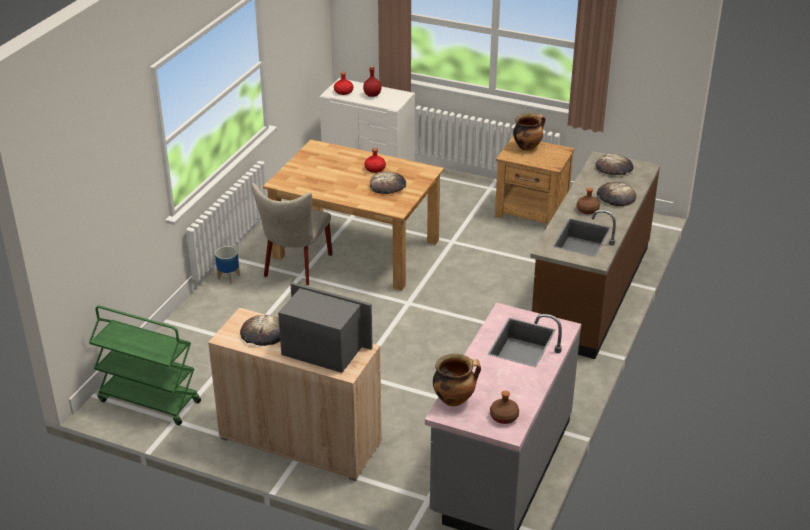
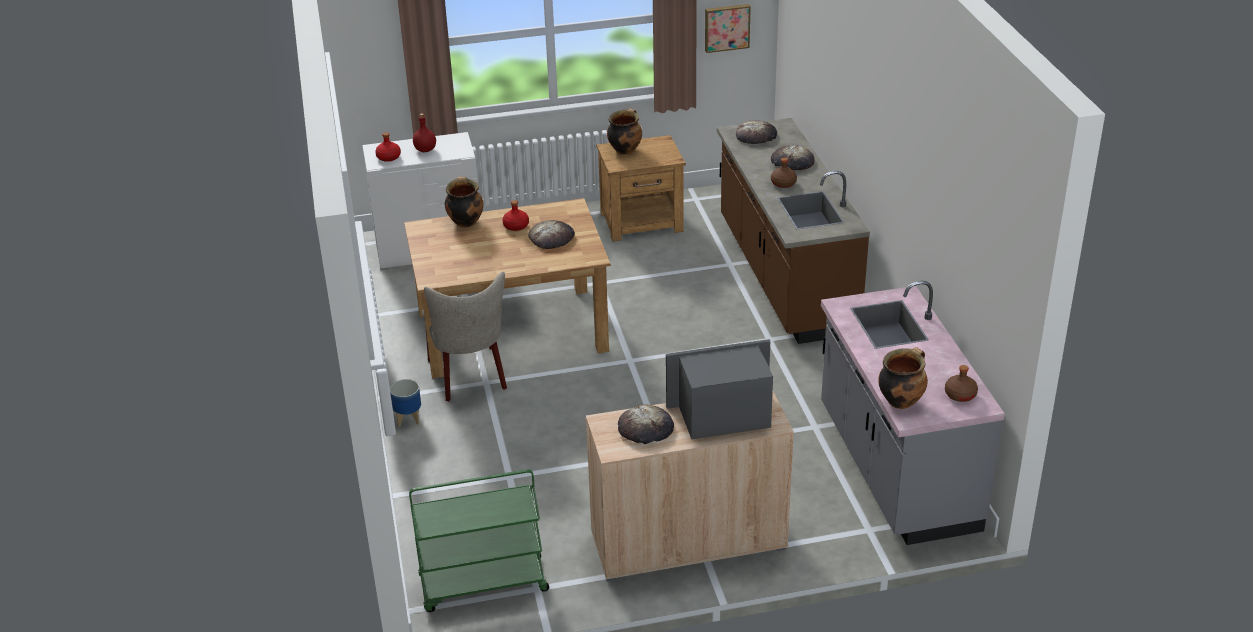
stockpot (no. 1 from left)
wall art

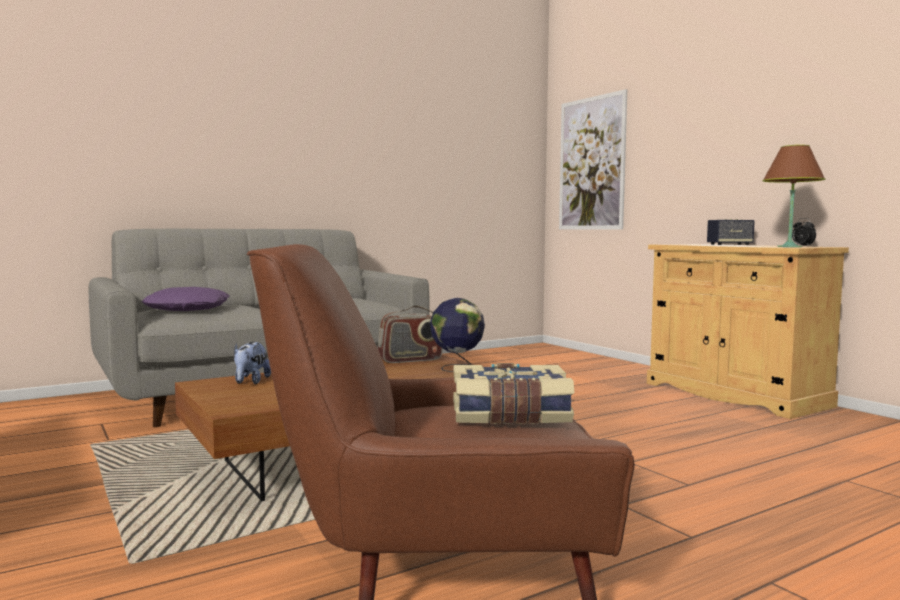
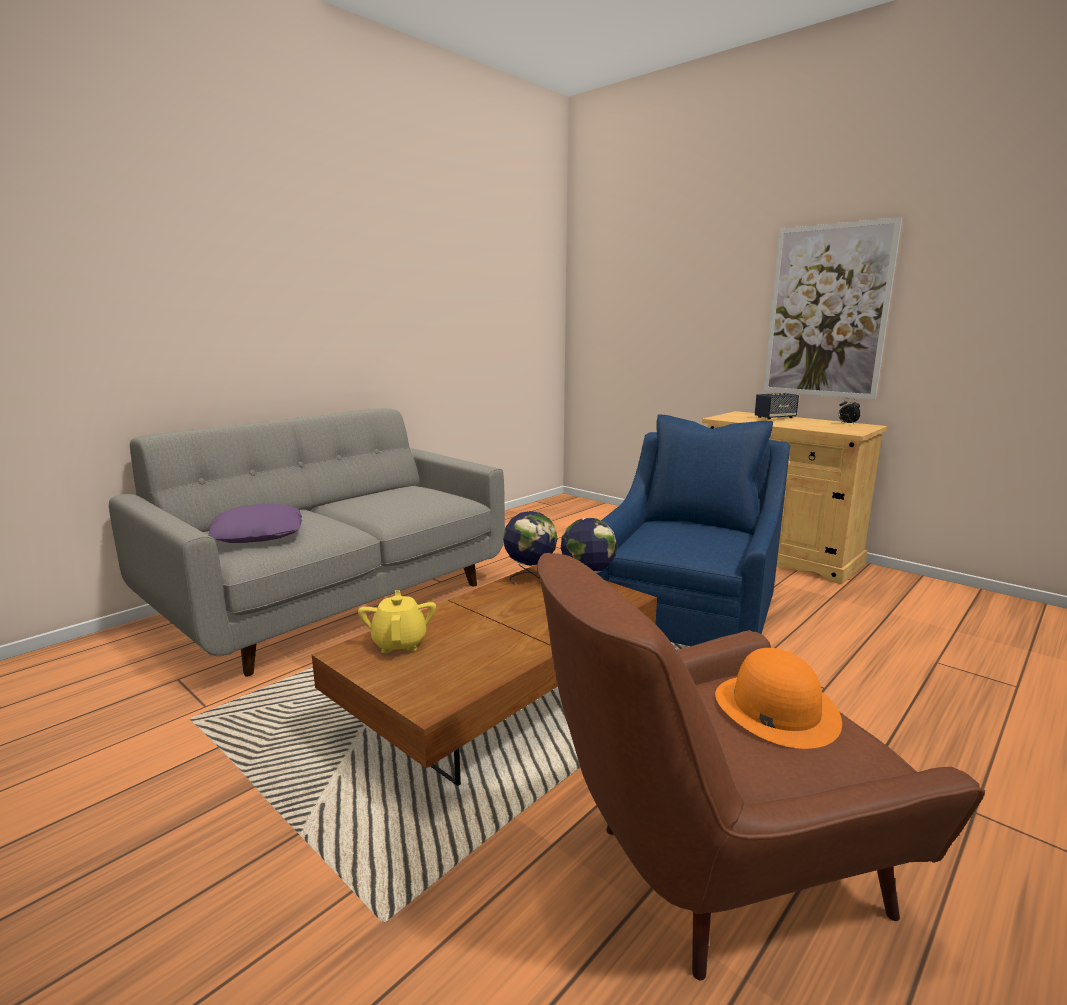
yellowish teapot
globe (no. 1 from left)
blue-coloured armchair
orange-coloured wearable hat
wall art
brown-coloured tabletop lamp

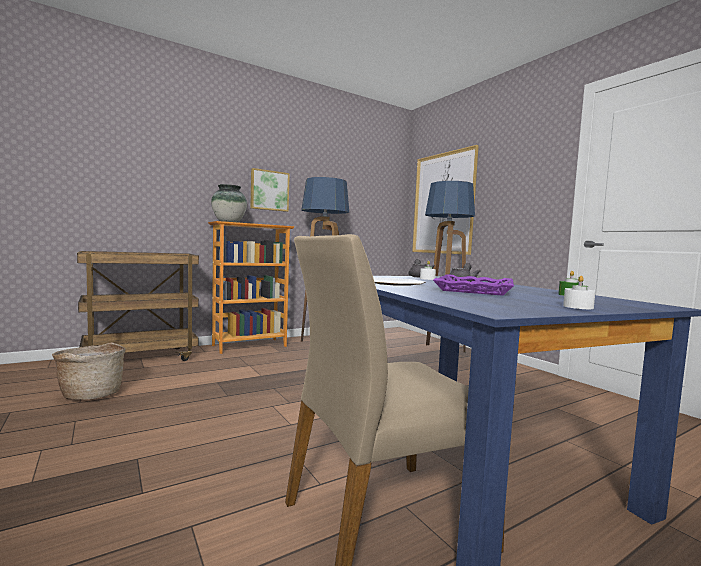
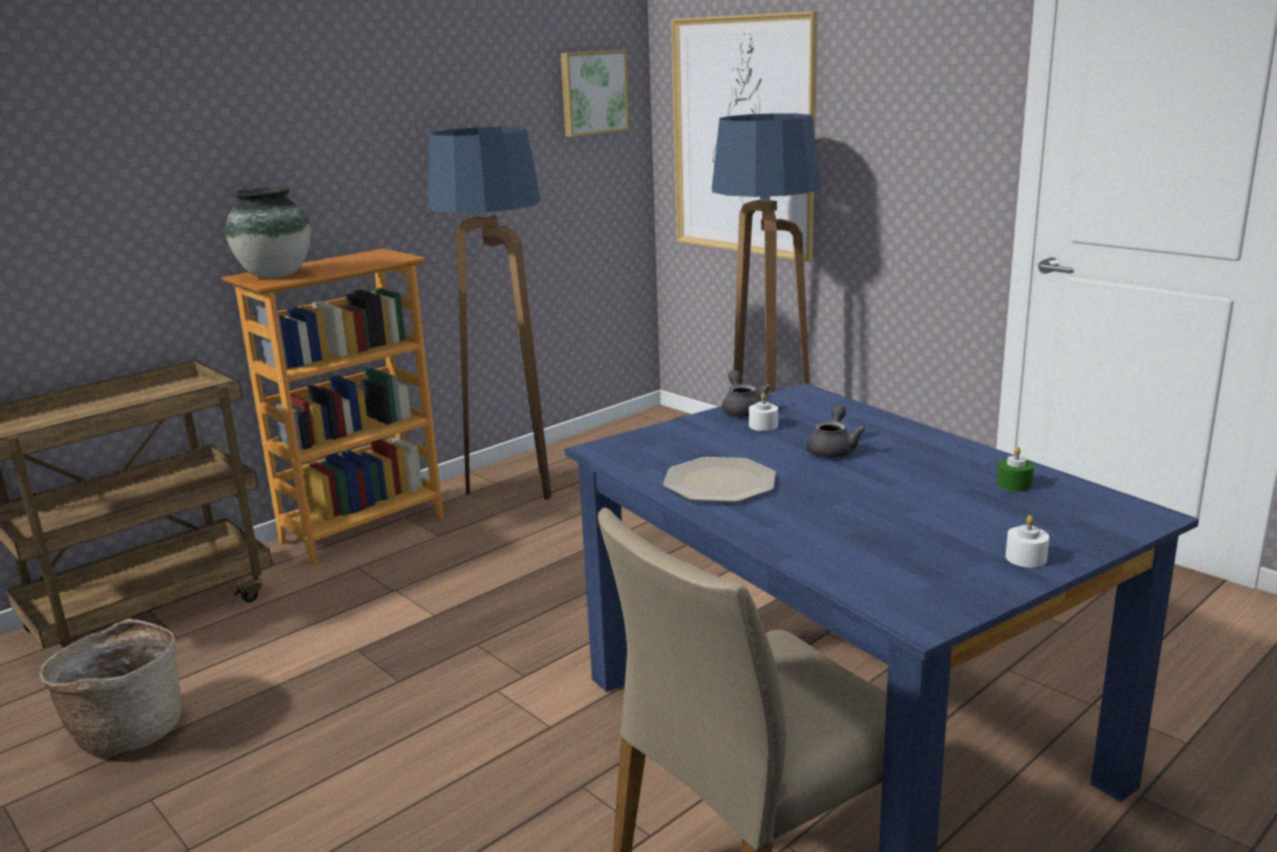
wall art (no. 1 from left)
purple-coloured carrying tray

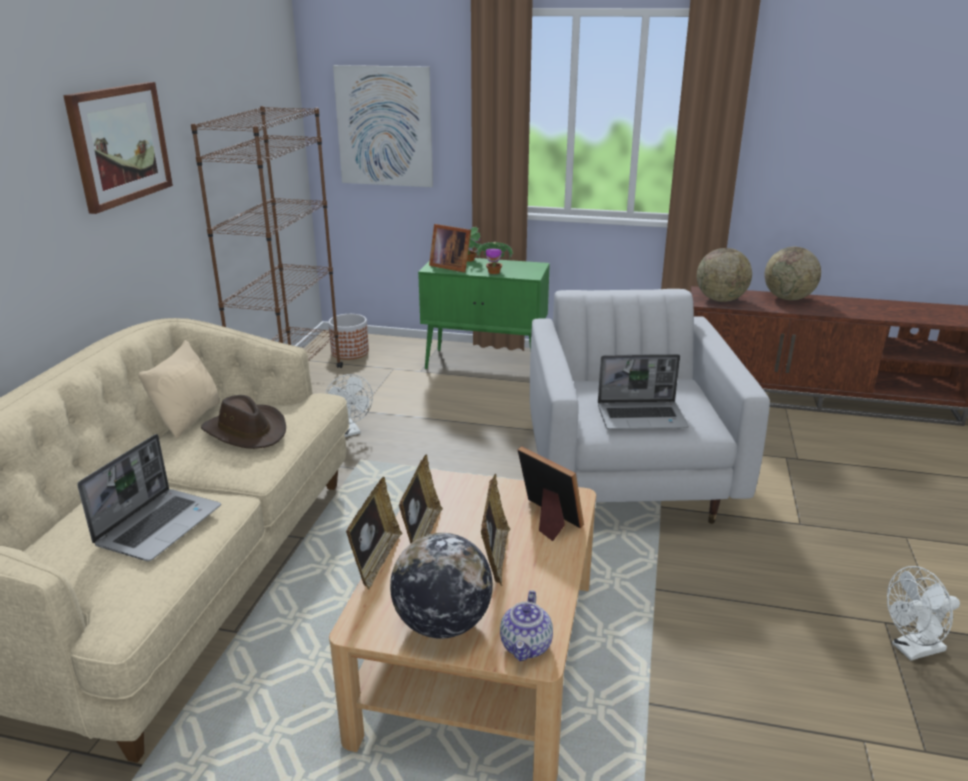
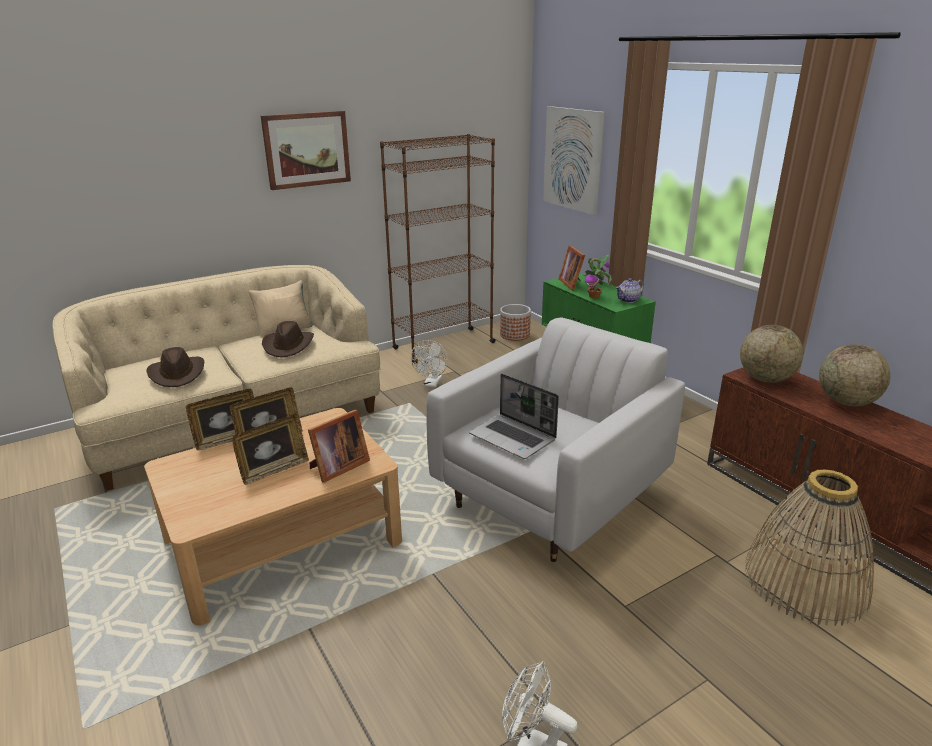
brown-coloured wearable hat (no. 1 from left)
photo frame (no. 4 from left)
teapot
basket
globe (no. 1 from left in the first image)

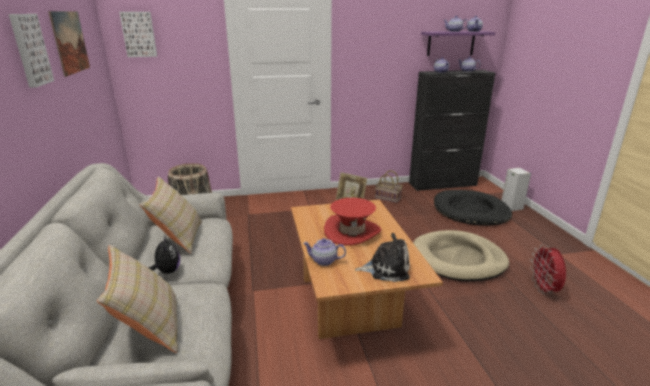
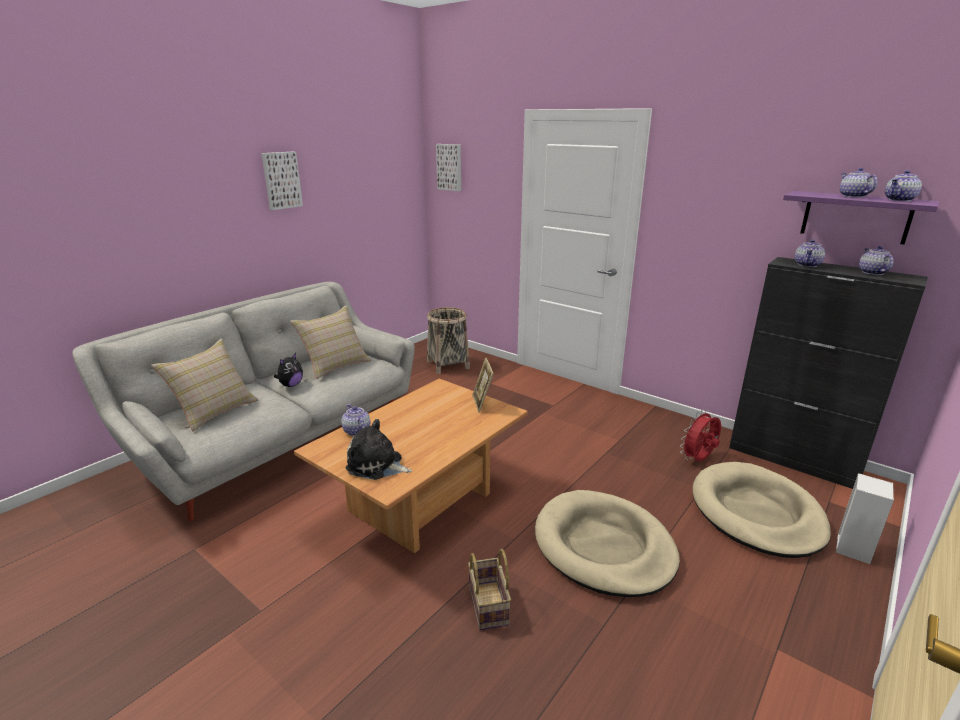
soft toy (no. 2 from left)
basket (no. 2 from left)
reddish electric fan
beige-coloured pet bed (no. 2 from left)
wall art (no. 2 from left in the first image)
reddish wearable hat

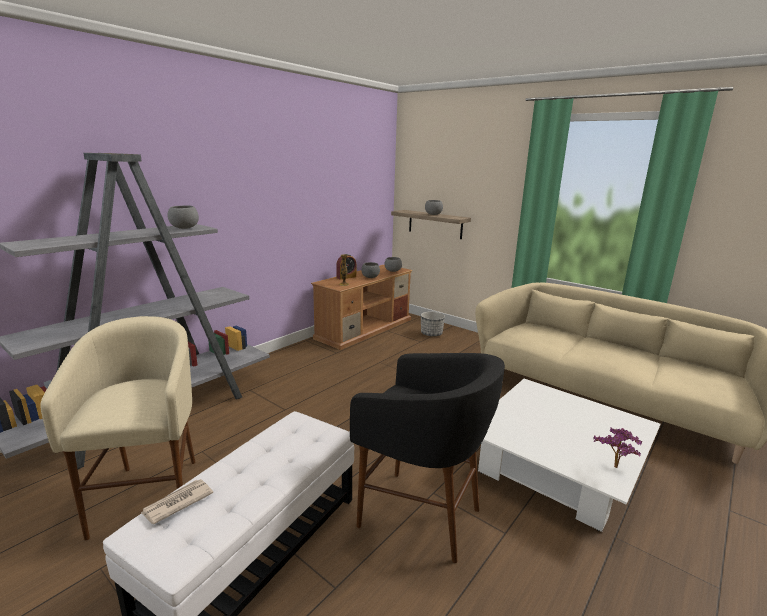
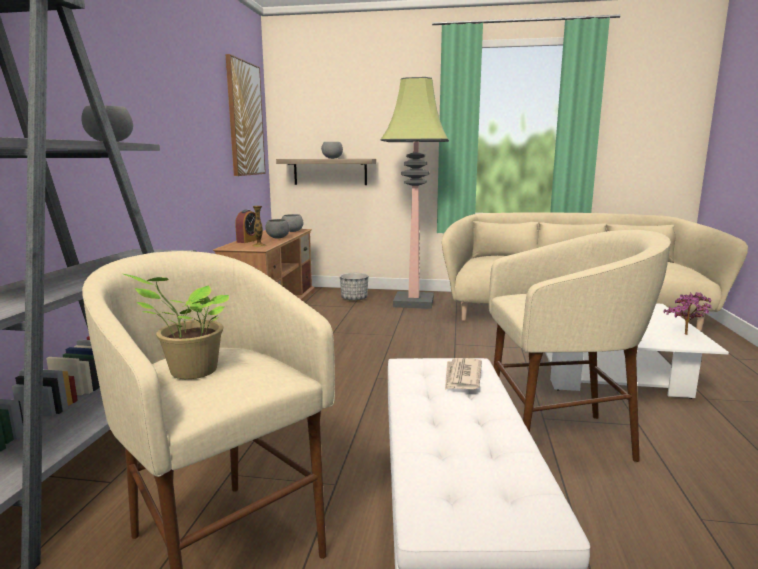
houseplant (no. 1 from left)
wall art
floor lamp
daily paper
beige-coloured stool seat (no. 2 from left)

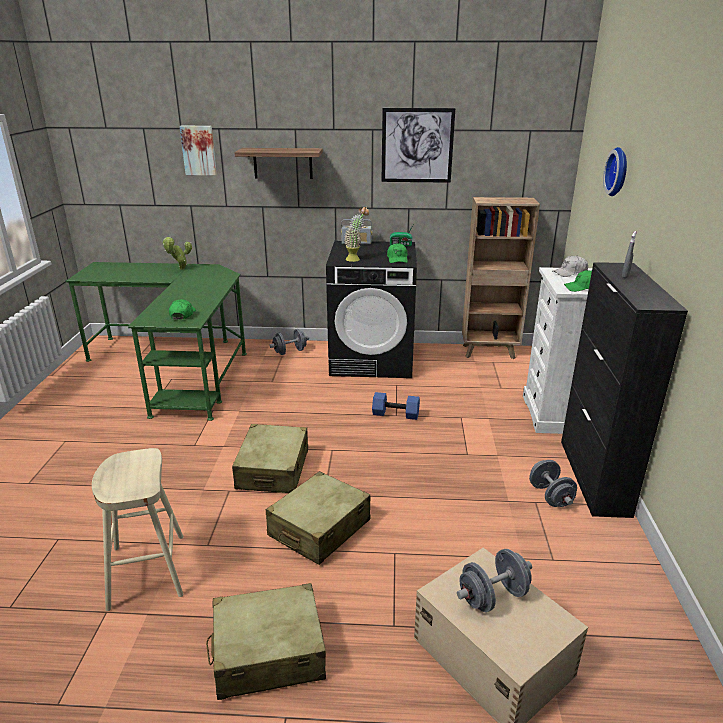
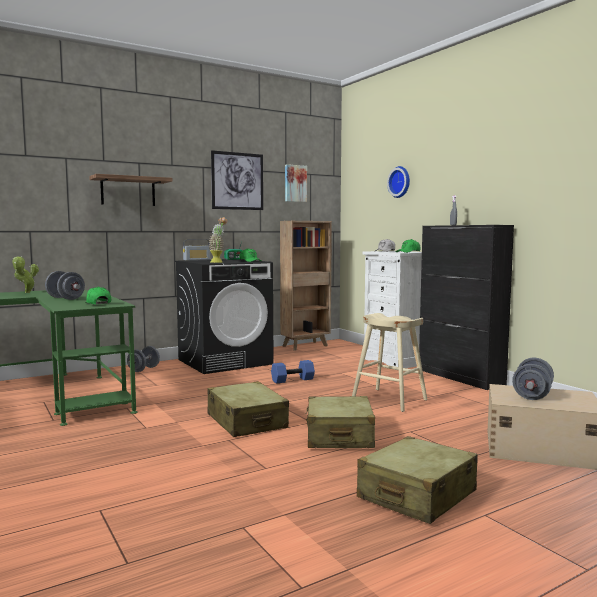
grey hand weight (no. 1 from left)
wall art (no. 2 from left)
beige-coloured stool seat

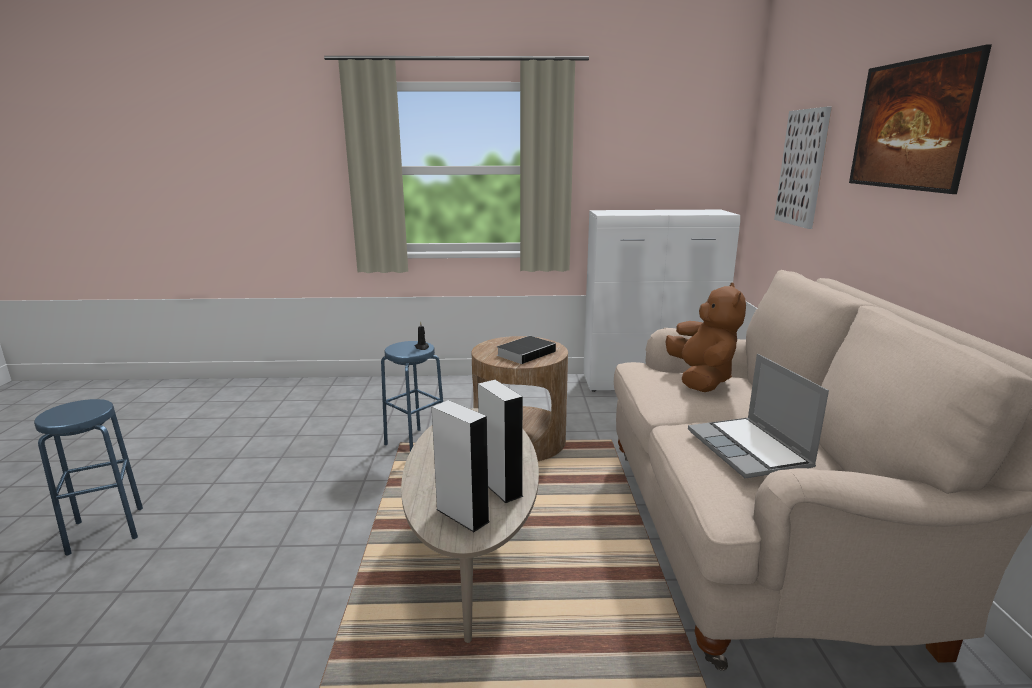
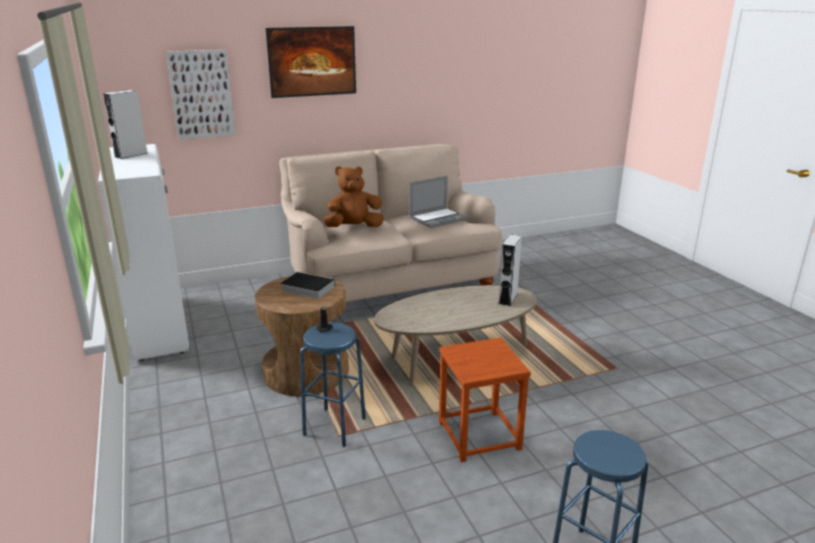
grey audio speaker (no. 1 from left)
brown-coloured stool seat

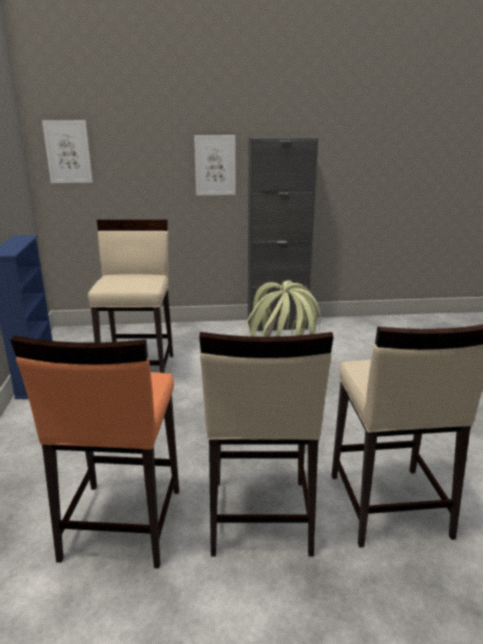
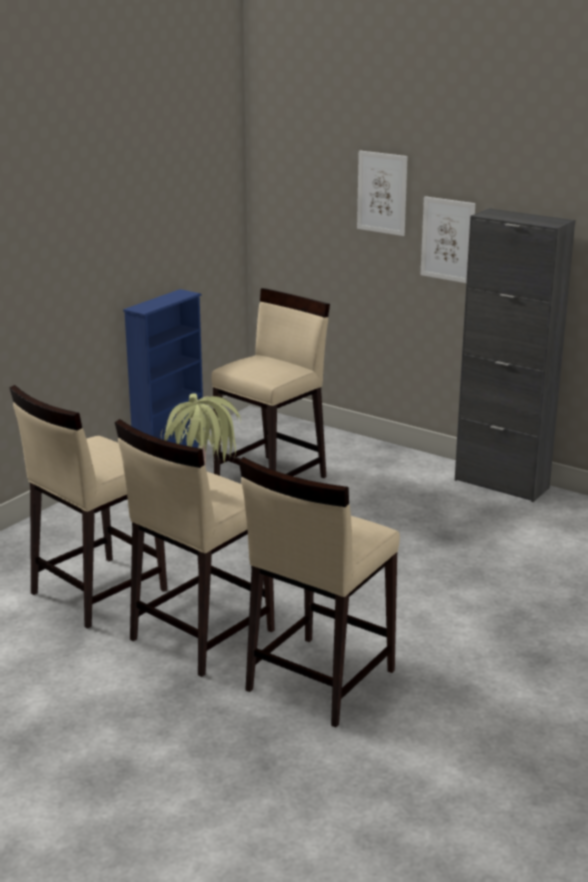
beige-coloured stool seat (no. 1 from left)
wall art (no. 1 from left)

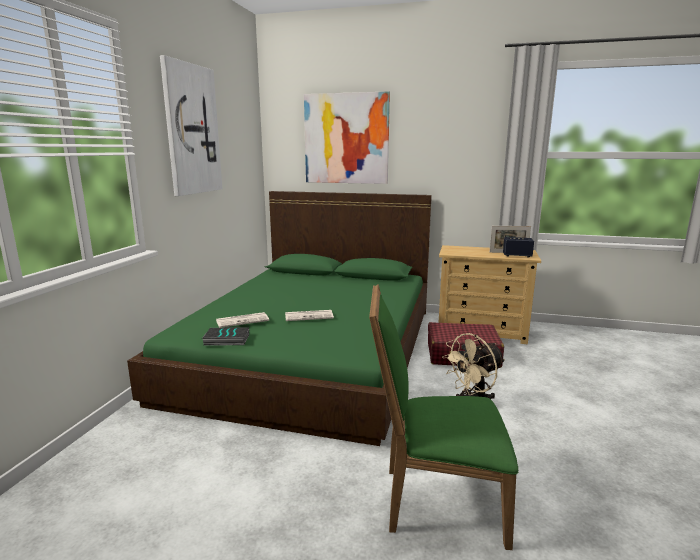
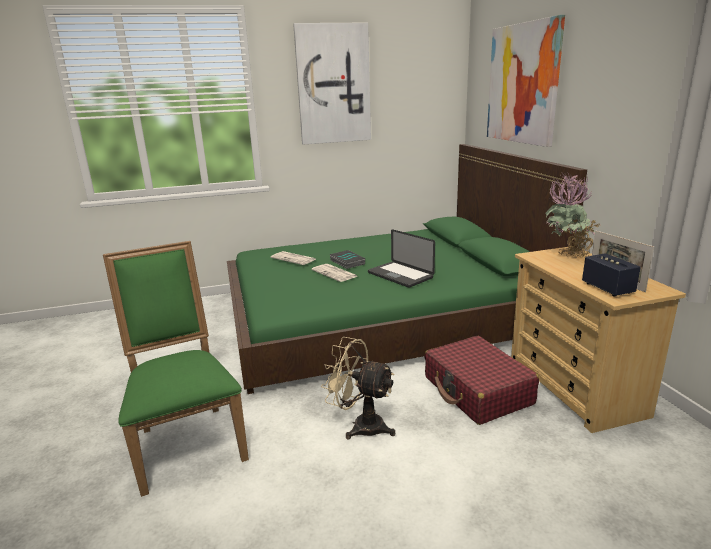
book
laptop
houseplant

